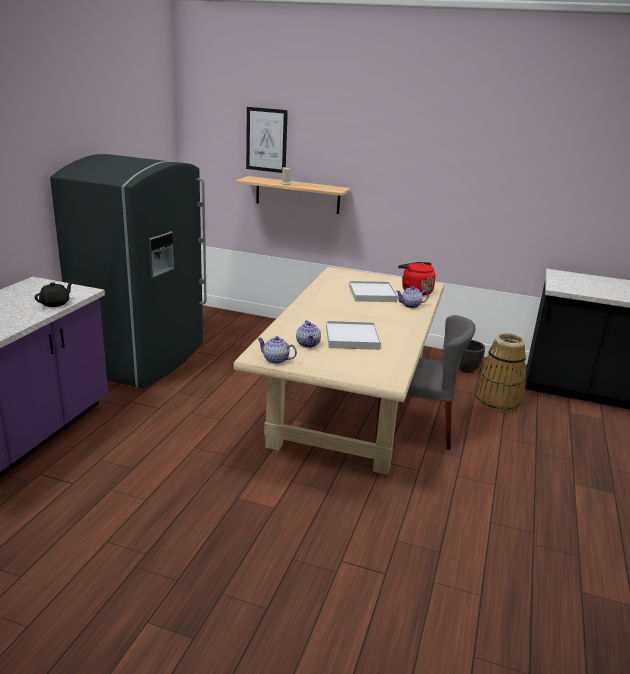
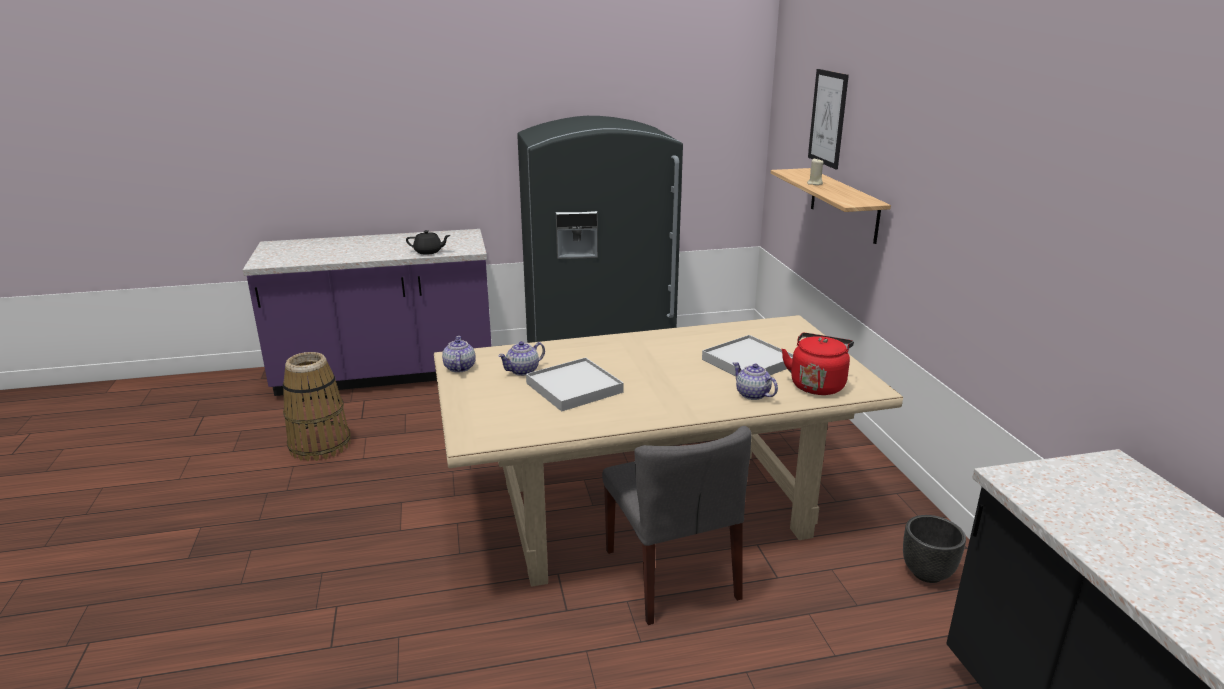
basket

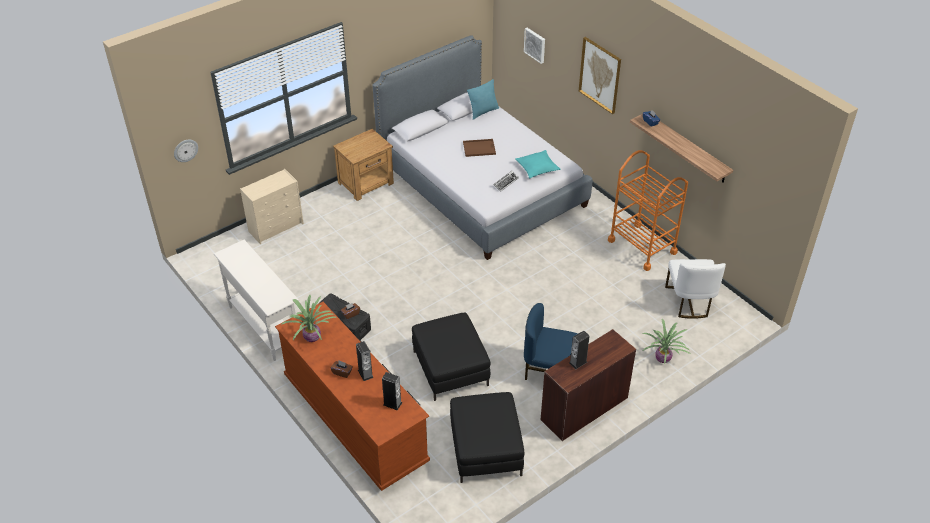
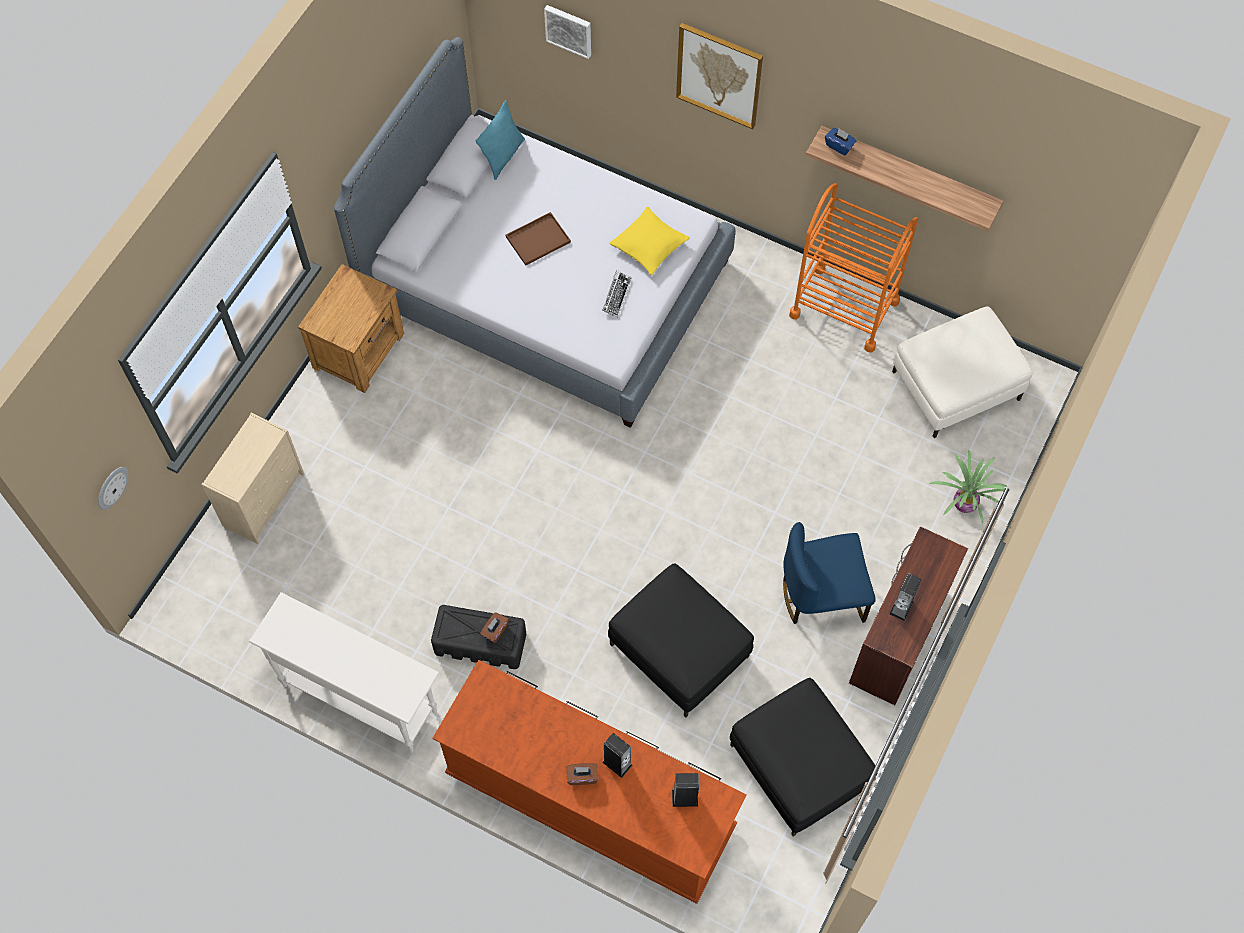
yellowish pillow
white pouffe
houseplant (no. 1 from left in the first image)

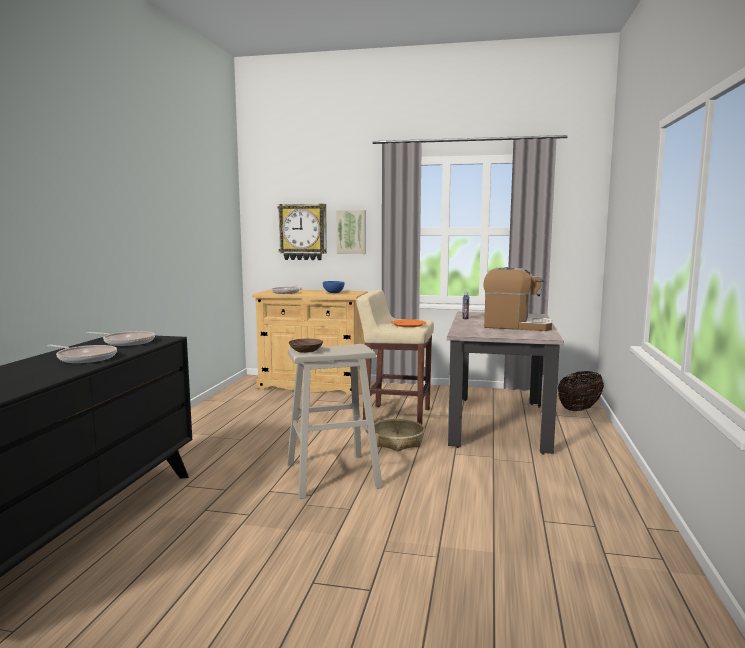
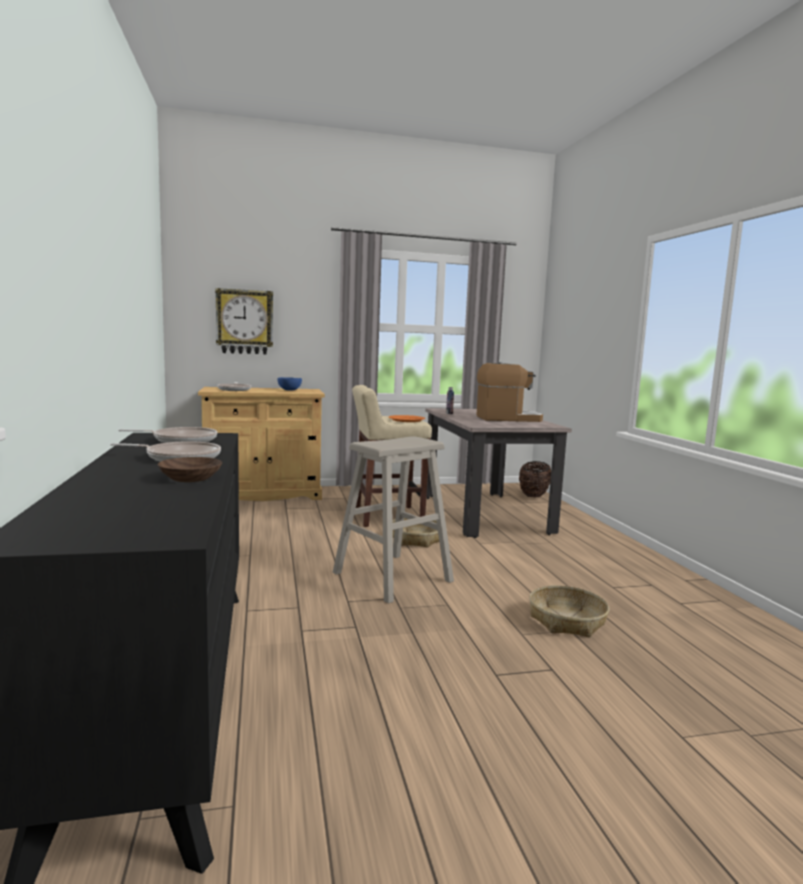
brown-coloured bowl
basket (no. 3 from left)
wall art

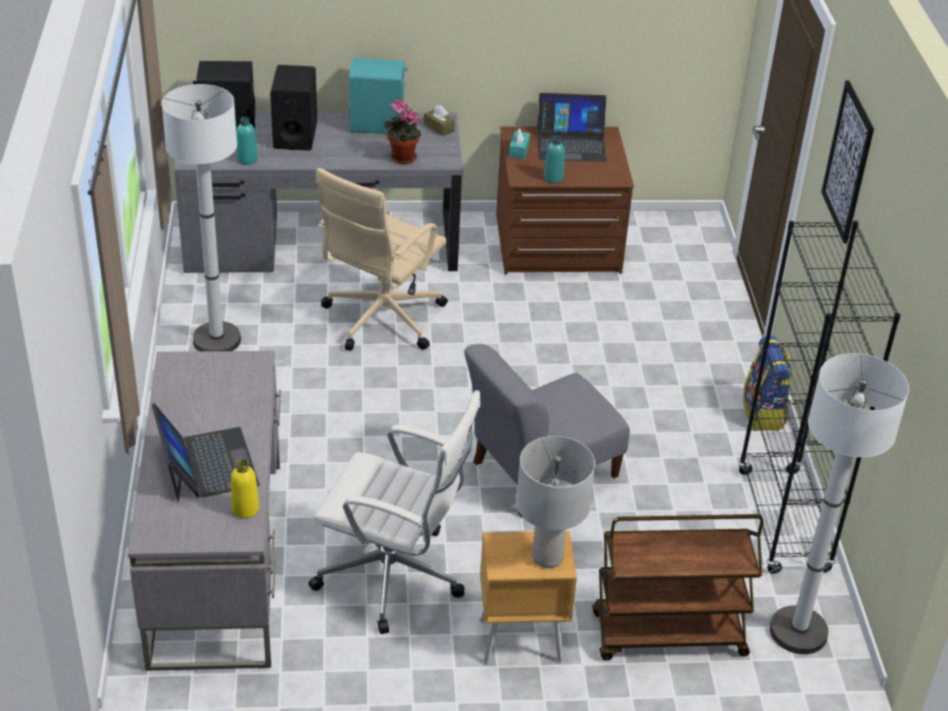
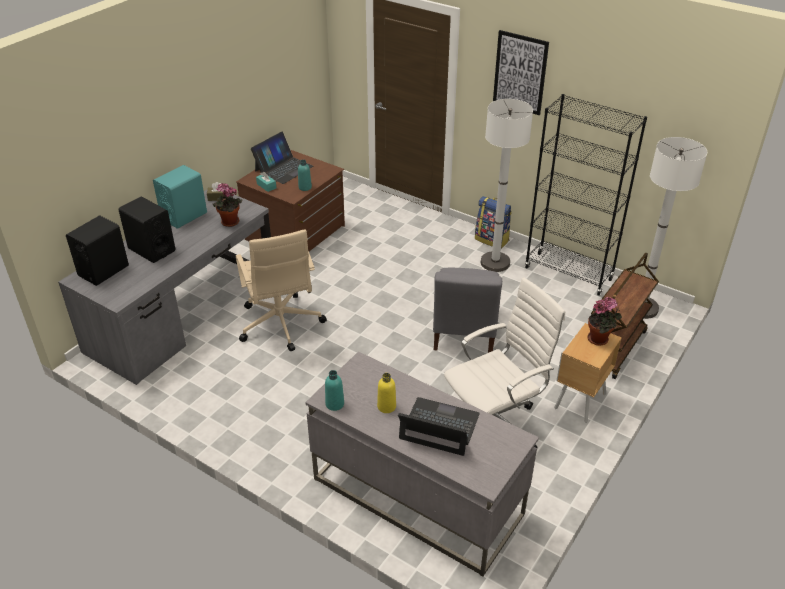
turquoise beverage bottle (no. 2 from left)
yellowish beverage bottle
white floor lamp (no. 1 from left)
houseplant (no. 2 from left)

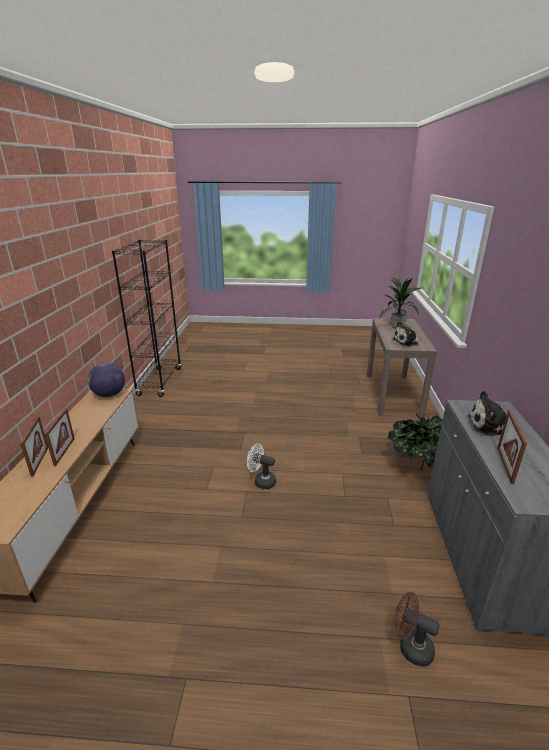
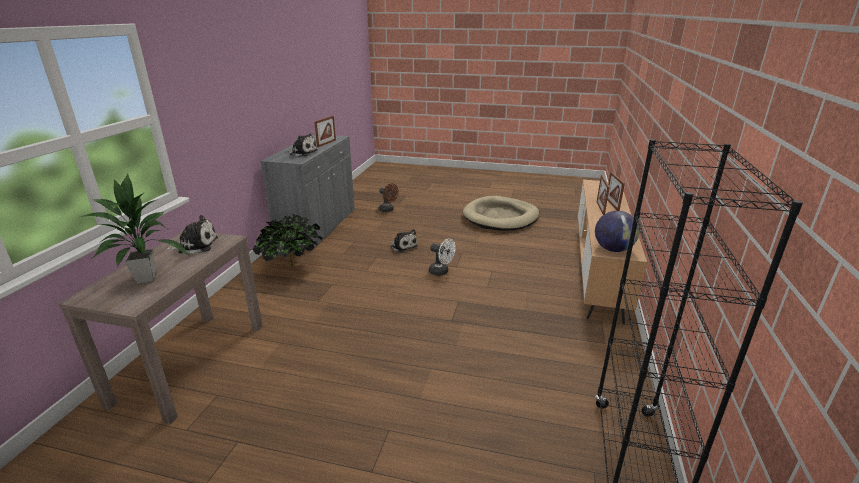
soft toy (no. 3 from left)
beige-coloured pet bed

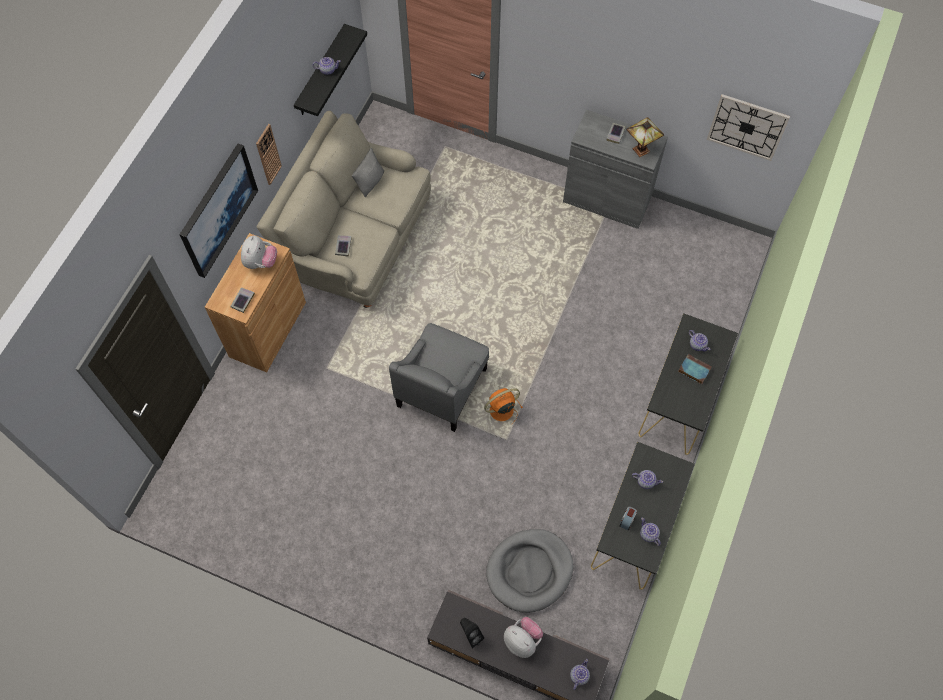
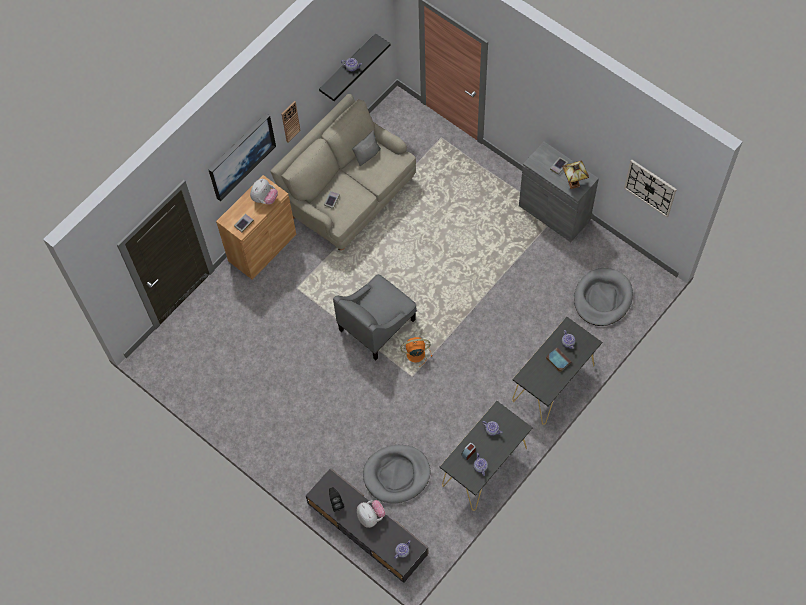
grey pet bed (no. 2 from left)

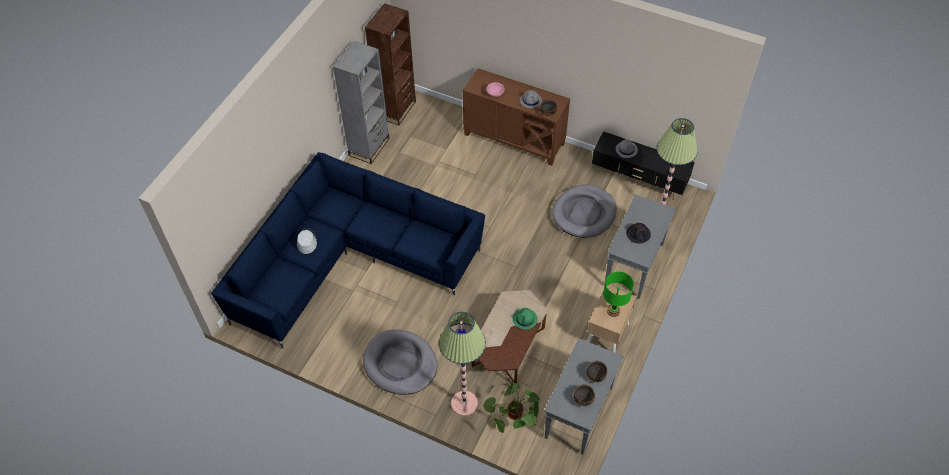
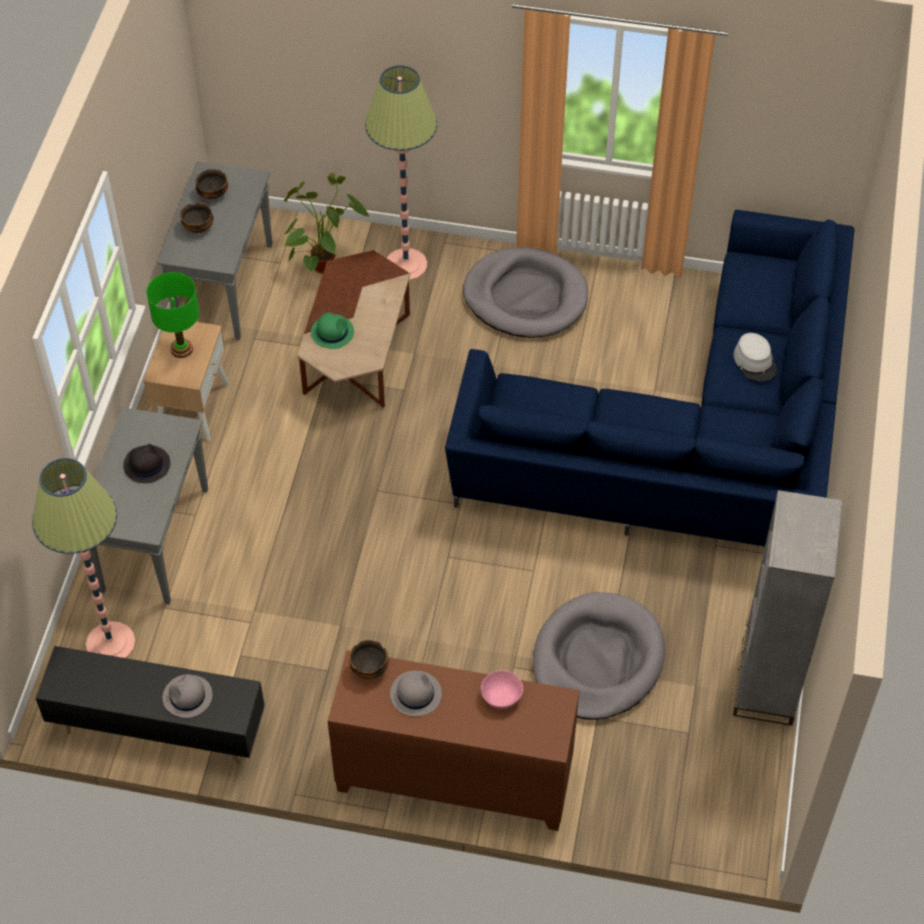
grey pet bed (no. 2 from left)
brown-coloured bookcase

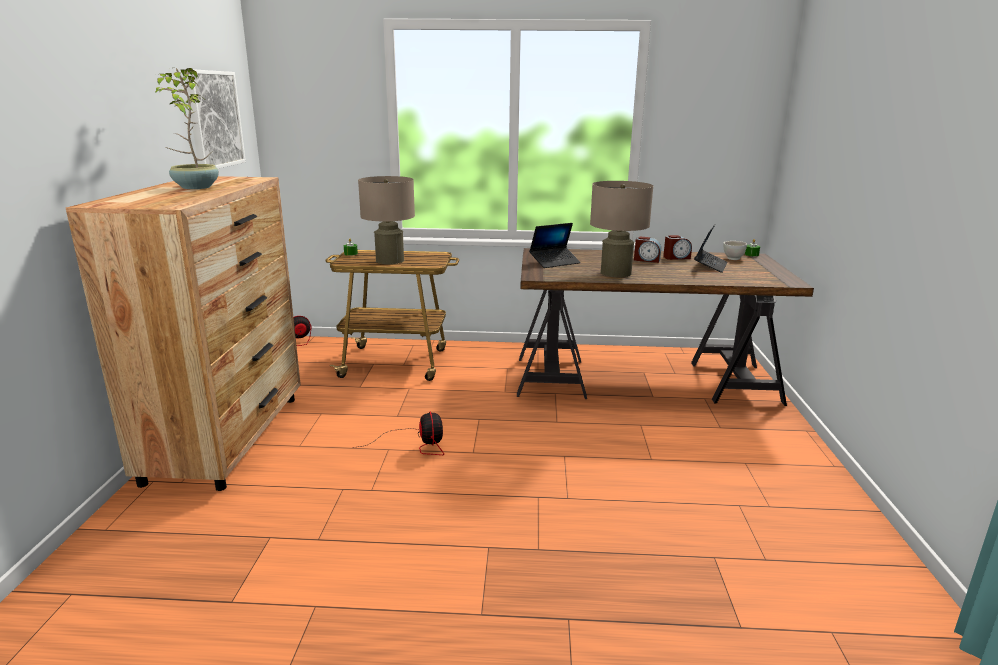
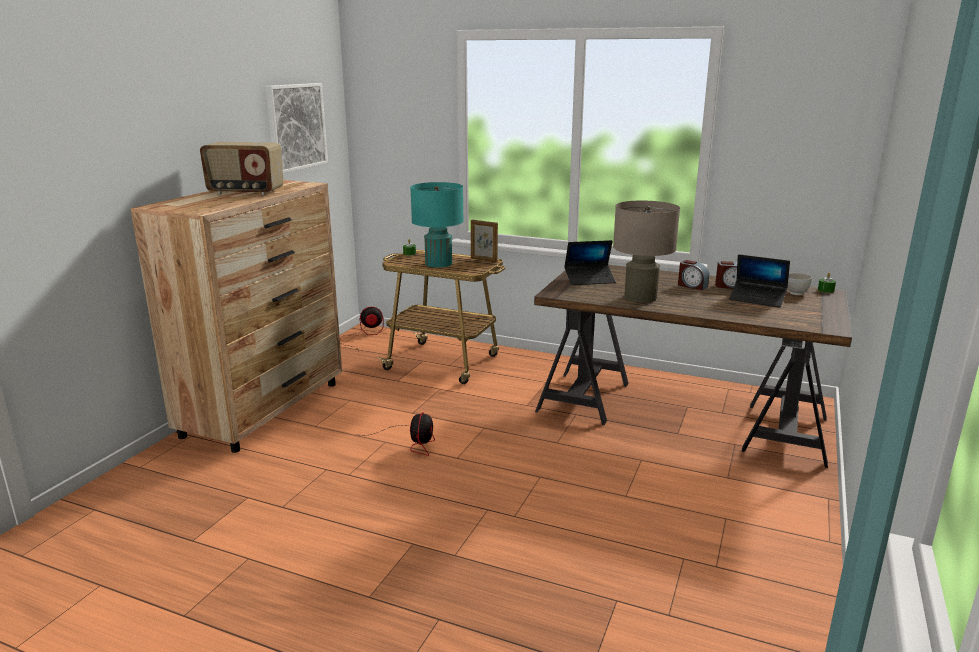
radio
turquoise tabletop lamp
photo frame
laptop (no. 2 from left)

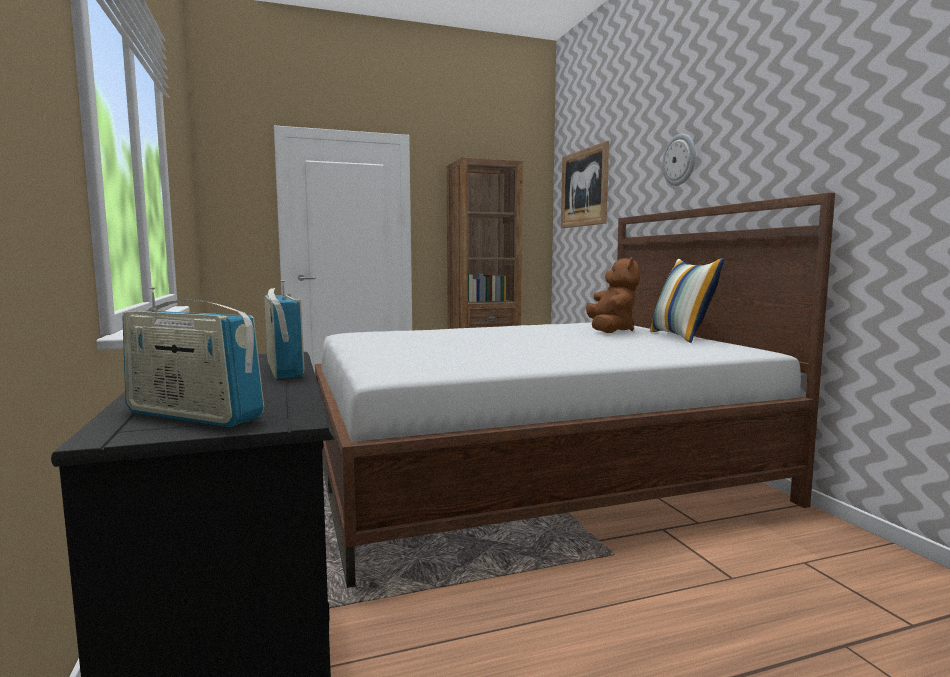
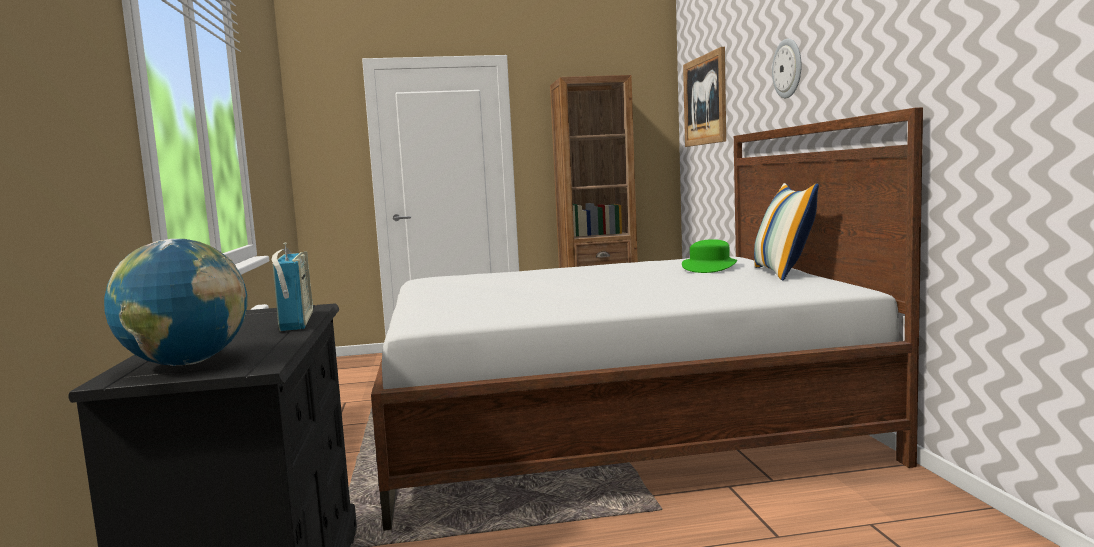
globe
greenish wearable hat

